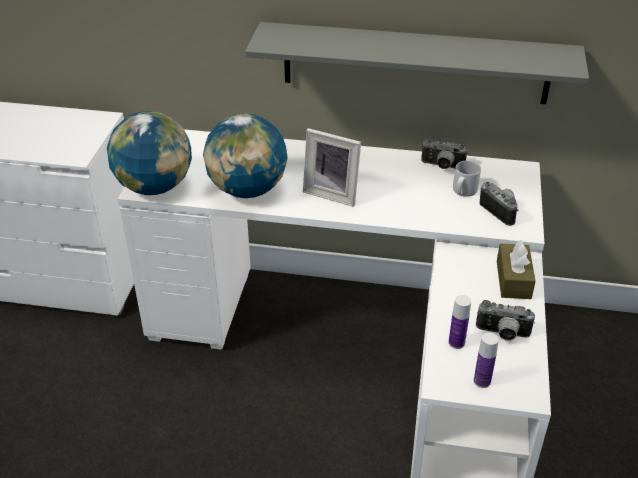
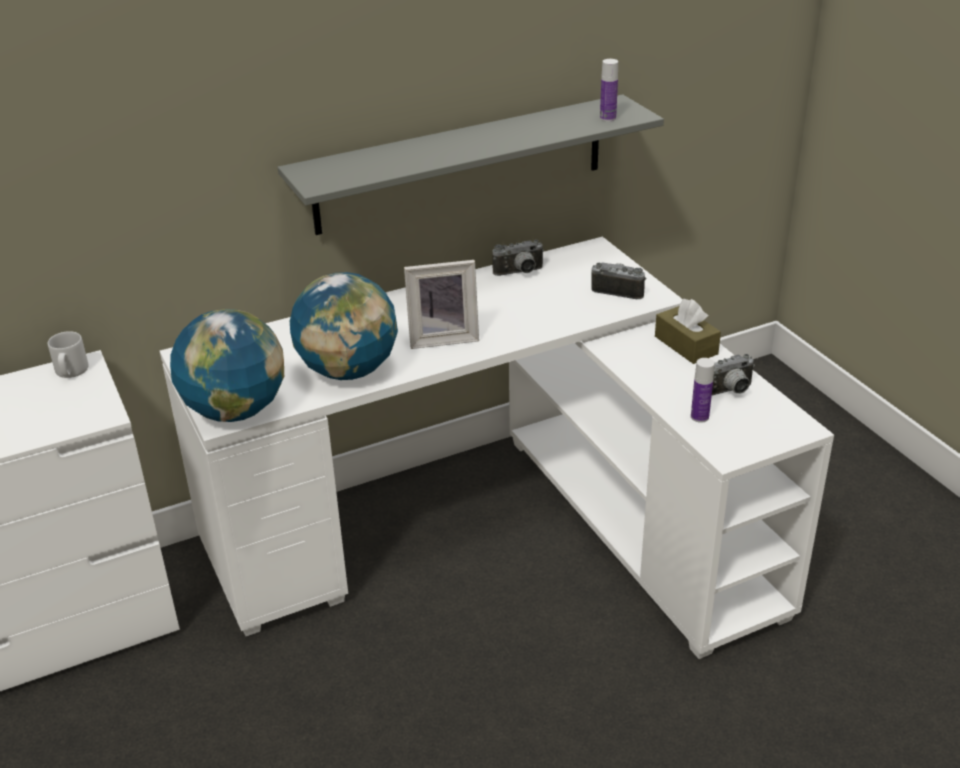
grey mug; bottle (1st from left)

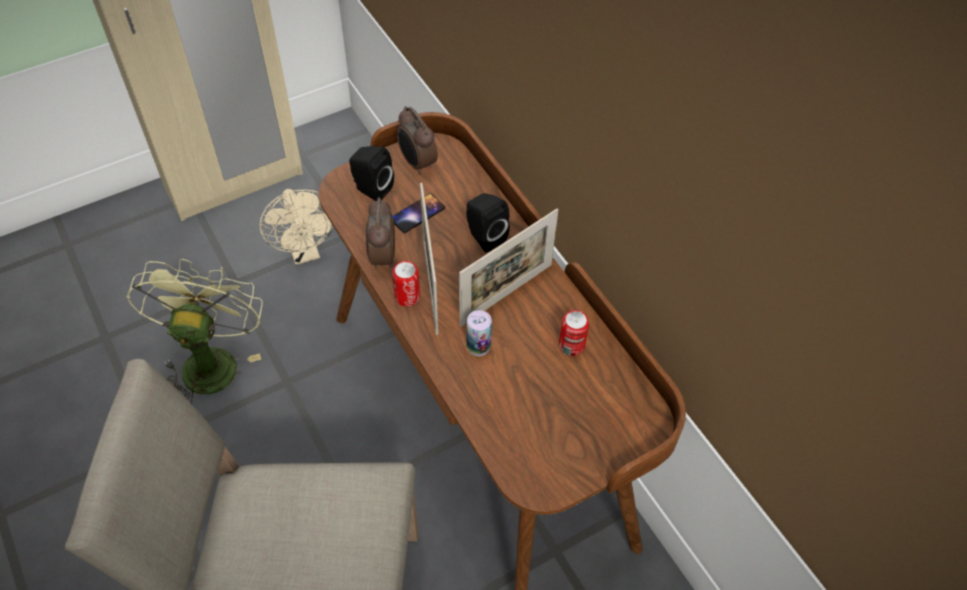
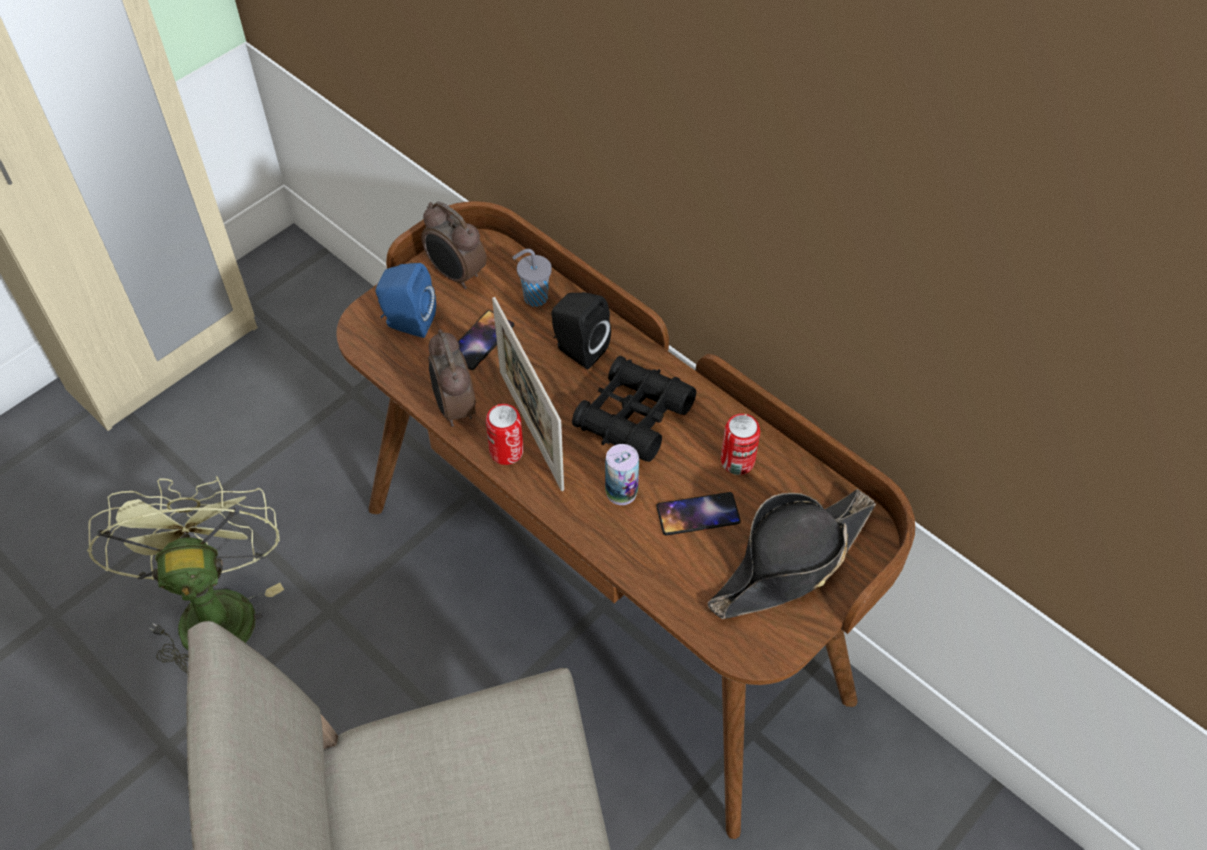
beige fan; blue speaker; black binoculars; grey cup; phone (2nd from left); black hat

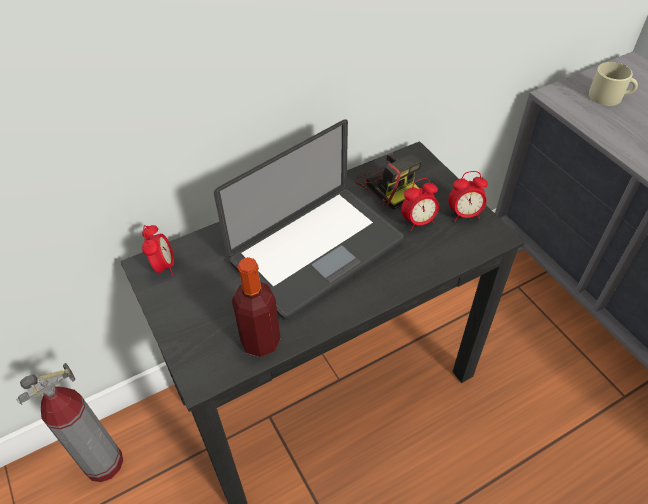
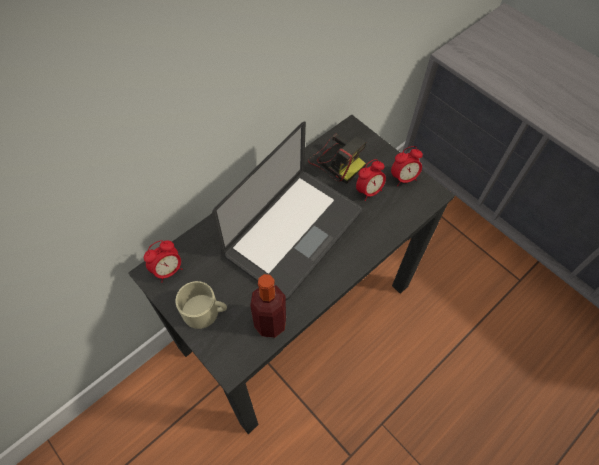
fire extinguisher; alarm clock (1st from left); beige mug

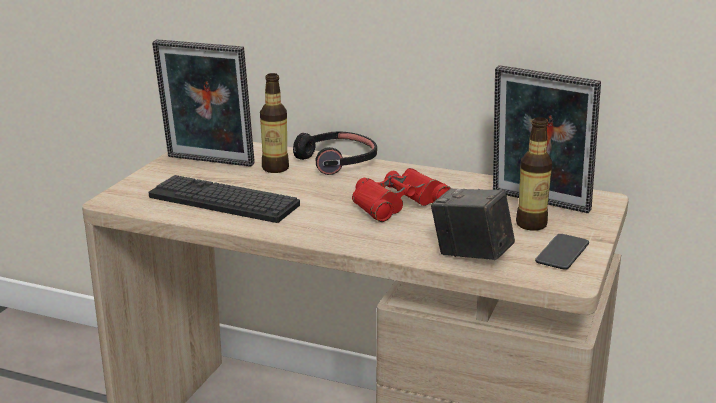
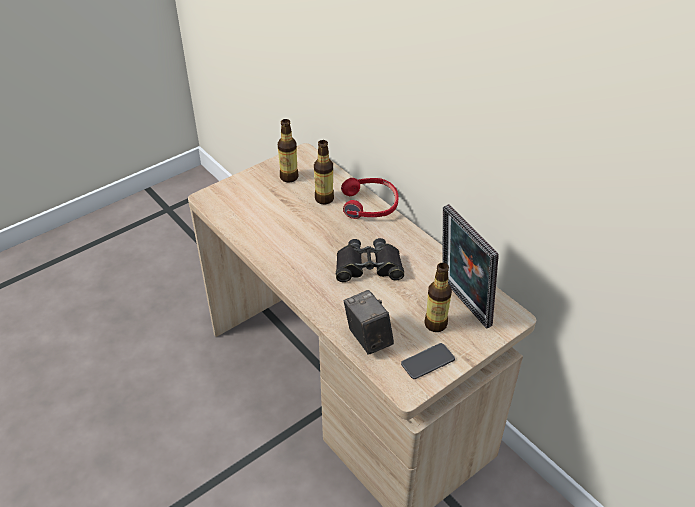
keyboard; bottle (1st from left); red headphones; black binoculars

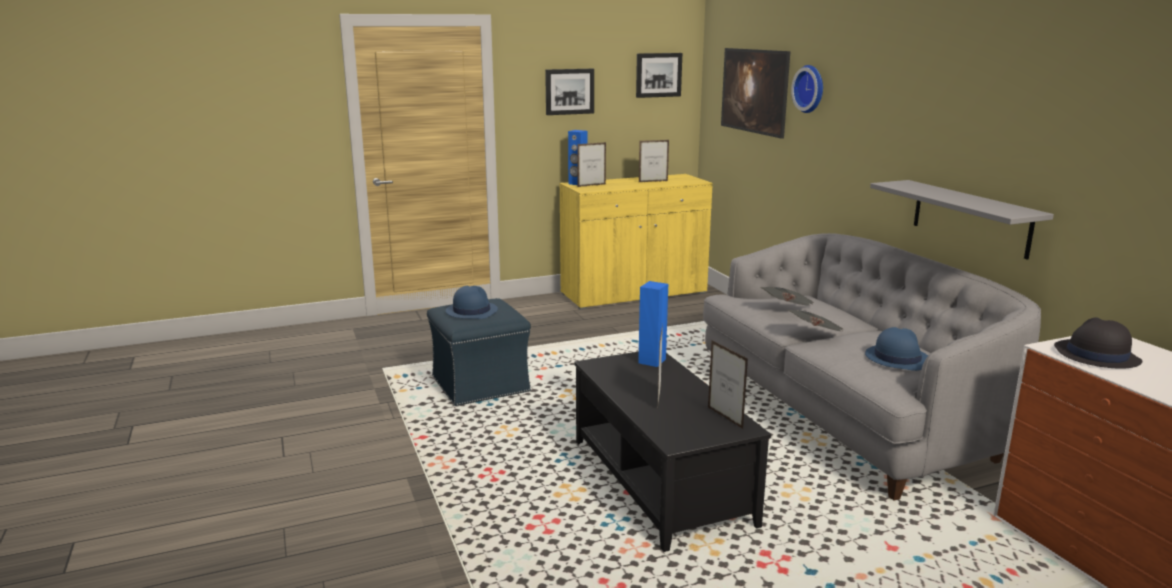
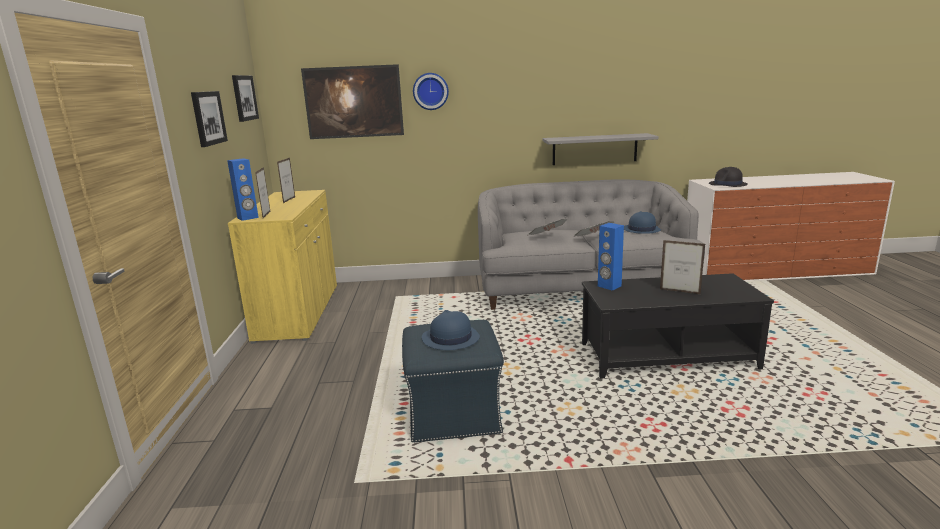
picture frame (4th from left in the first image)

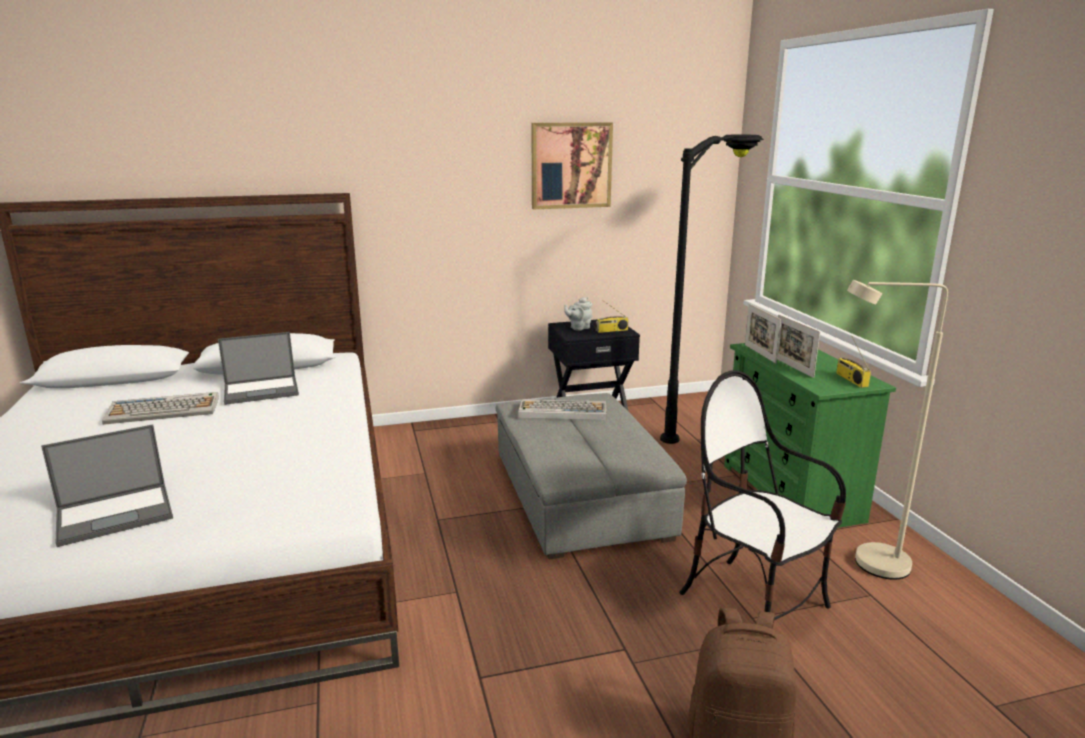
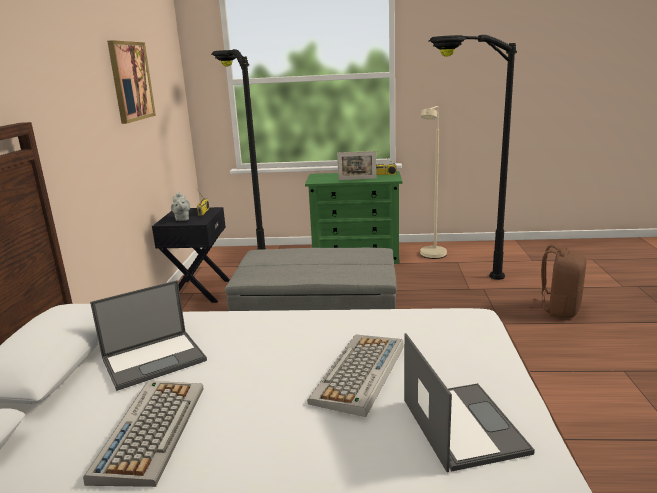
laptop (1st from left); keyboard (2nd from left); black floor lamp (2nd from left); picture frame (1st from left in the first image)

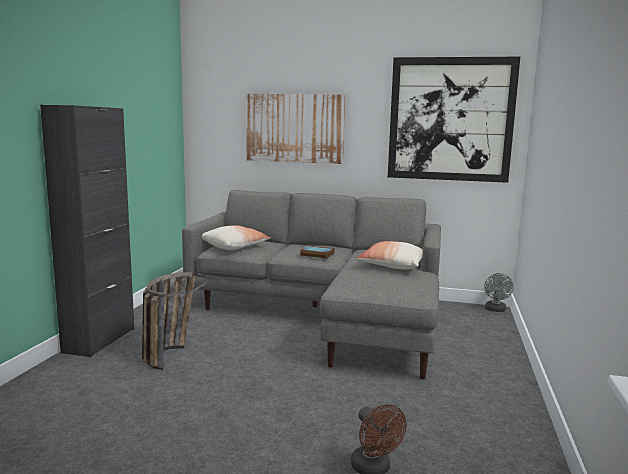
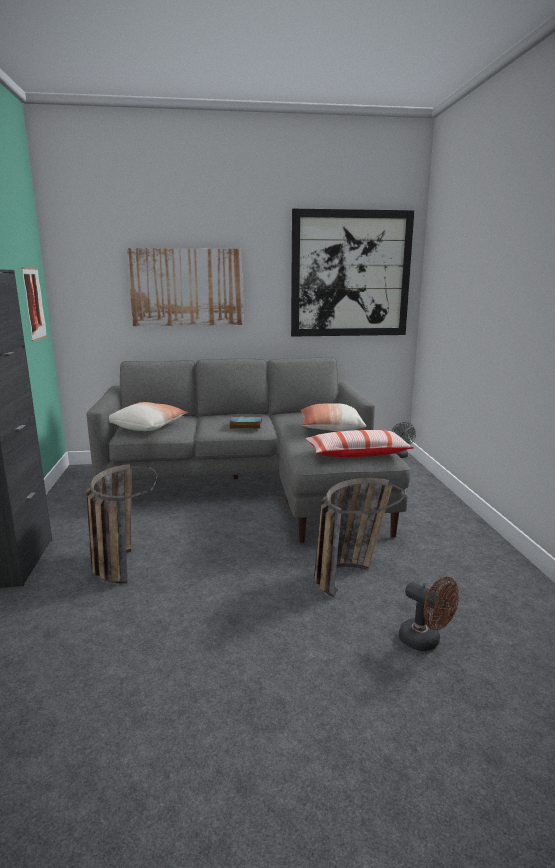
picture (1st from left); pillow (3rd from left); basket (2nd from left)

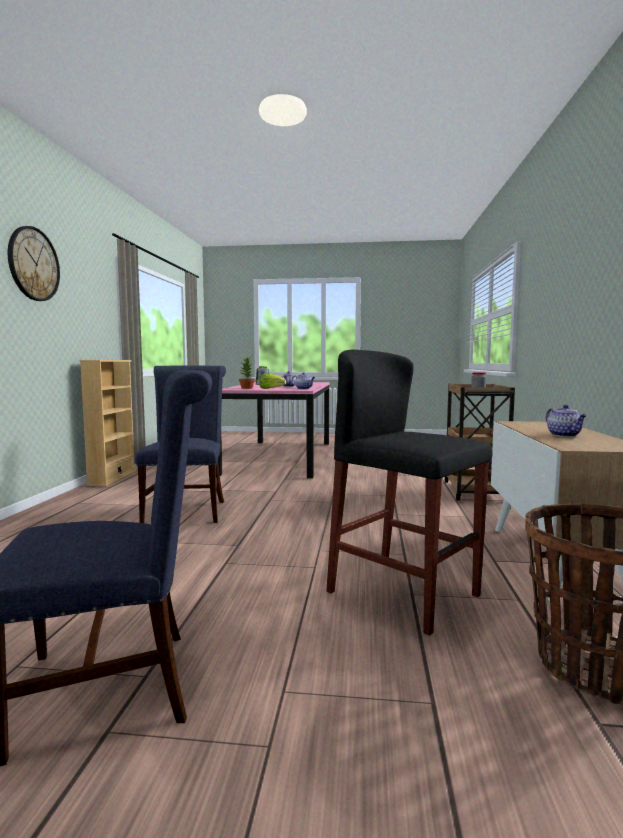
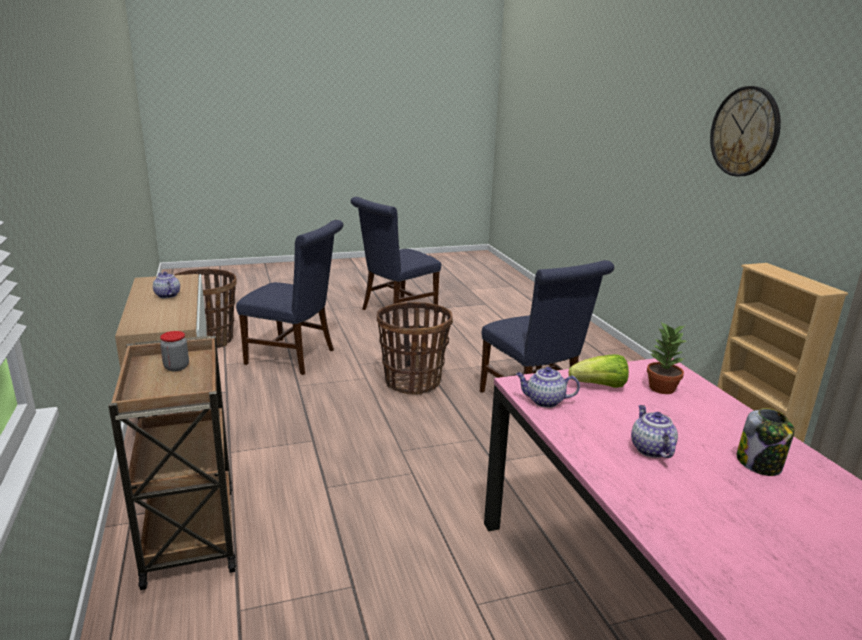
blue chair (1st from left); basket (2nd from left)

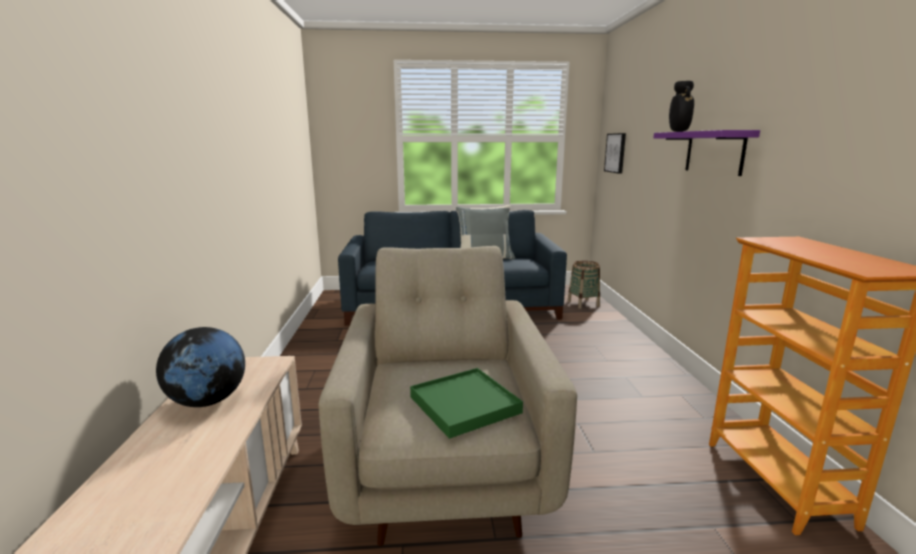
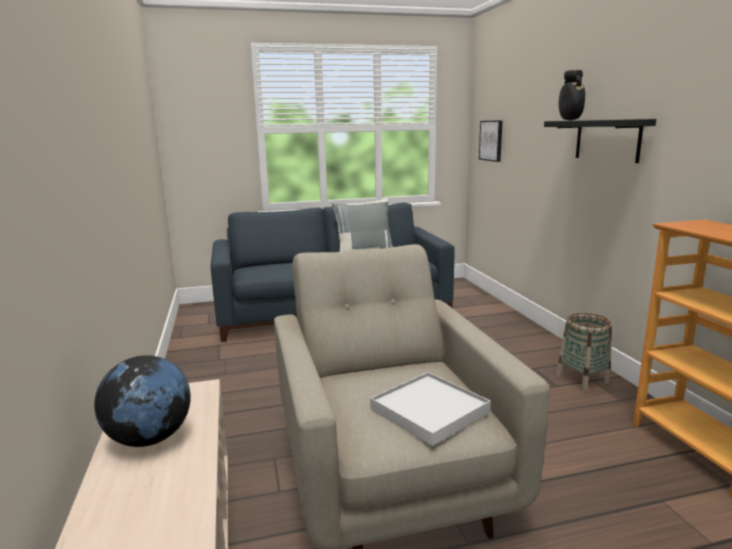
white tray; basket; black shelf

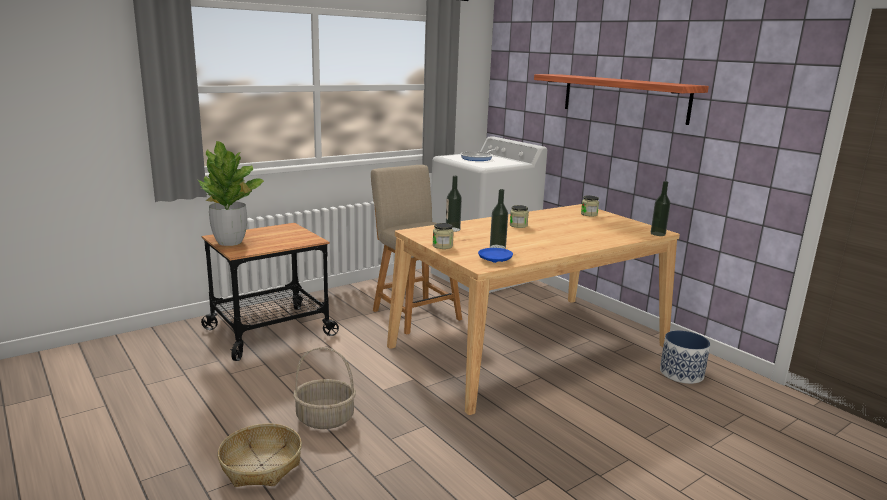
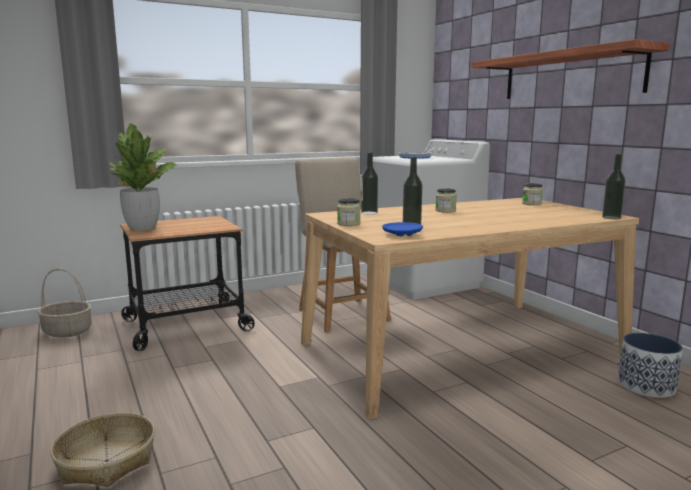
basket (1st from left)

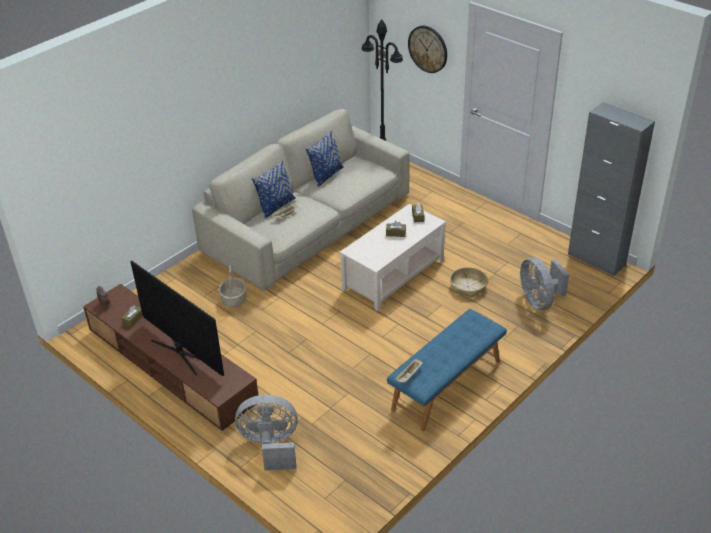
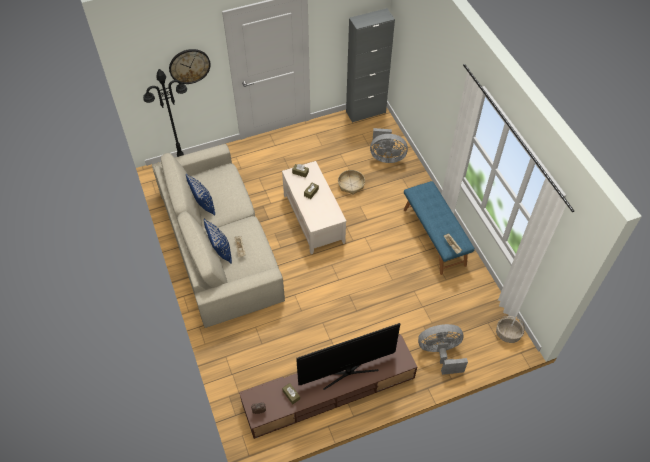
basket (2nd from left); grey fan (2nd from left)

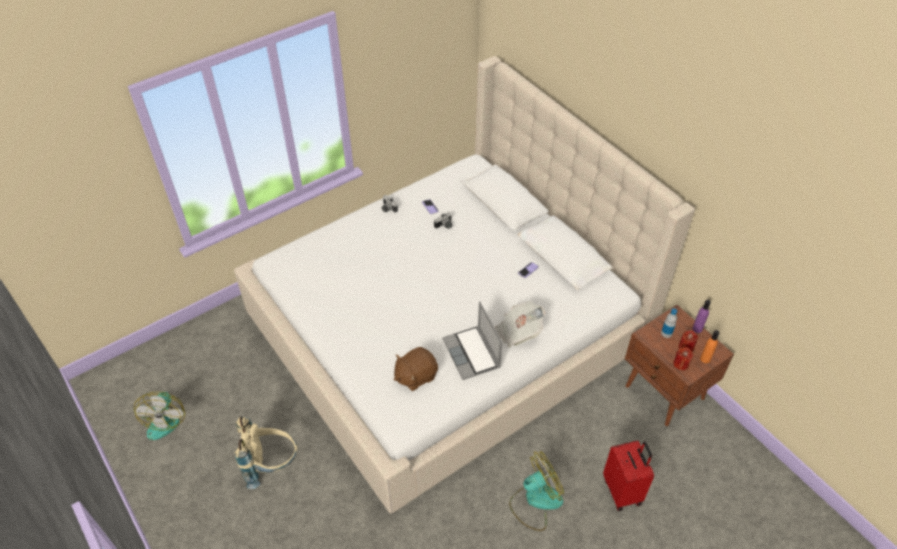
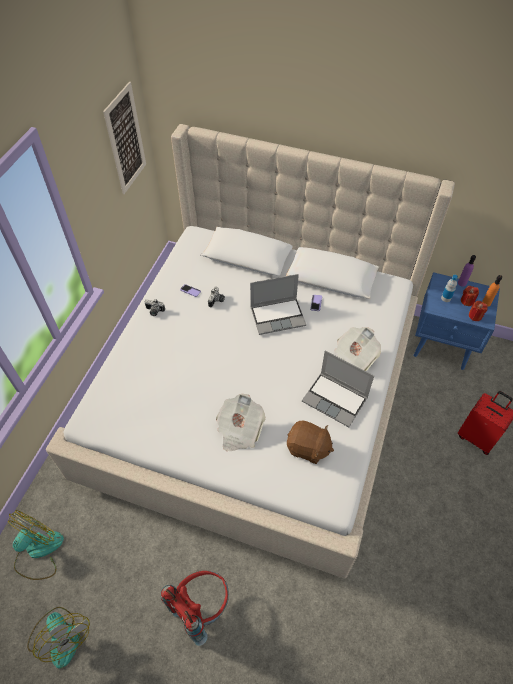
red backpack; brown plush toy; fan (1st from left); blue nightstand; picture; newspaper (1st from left); laptop (1st from left)

